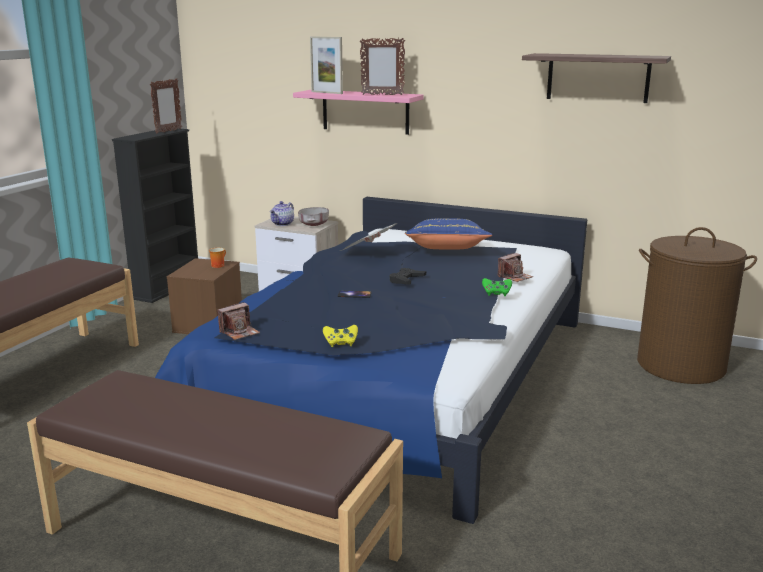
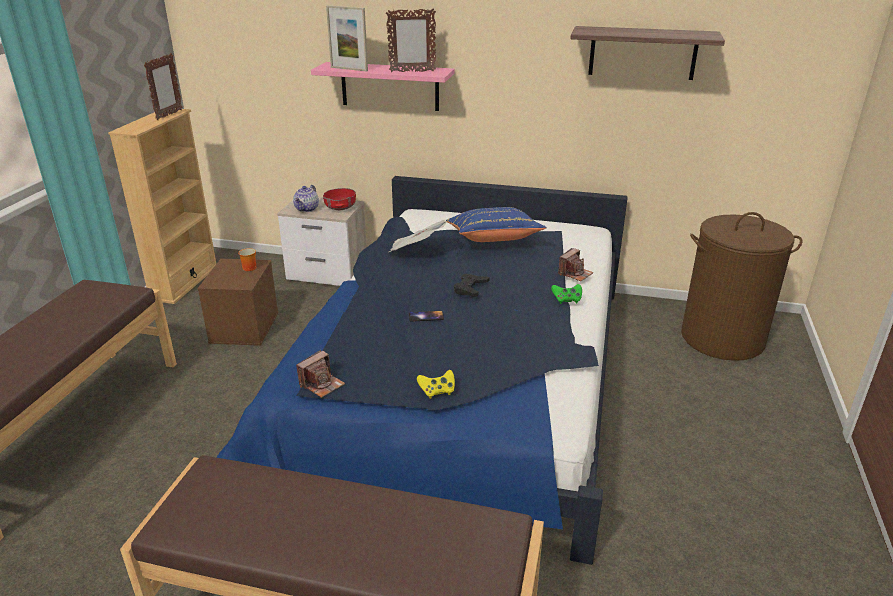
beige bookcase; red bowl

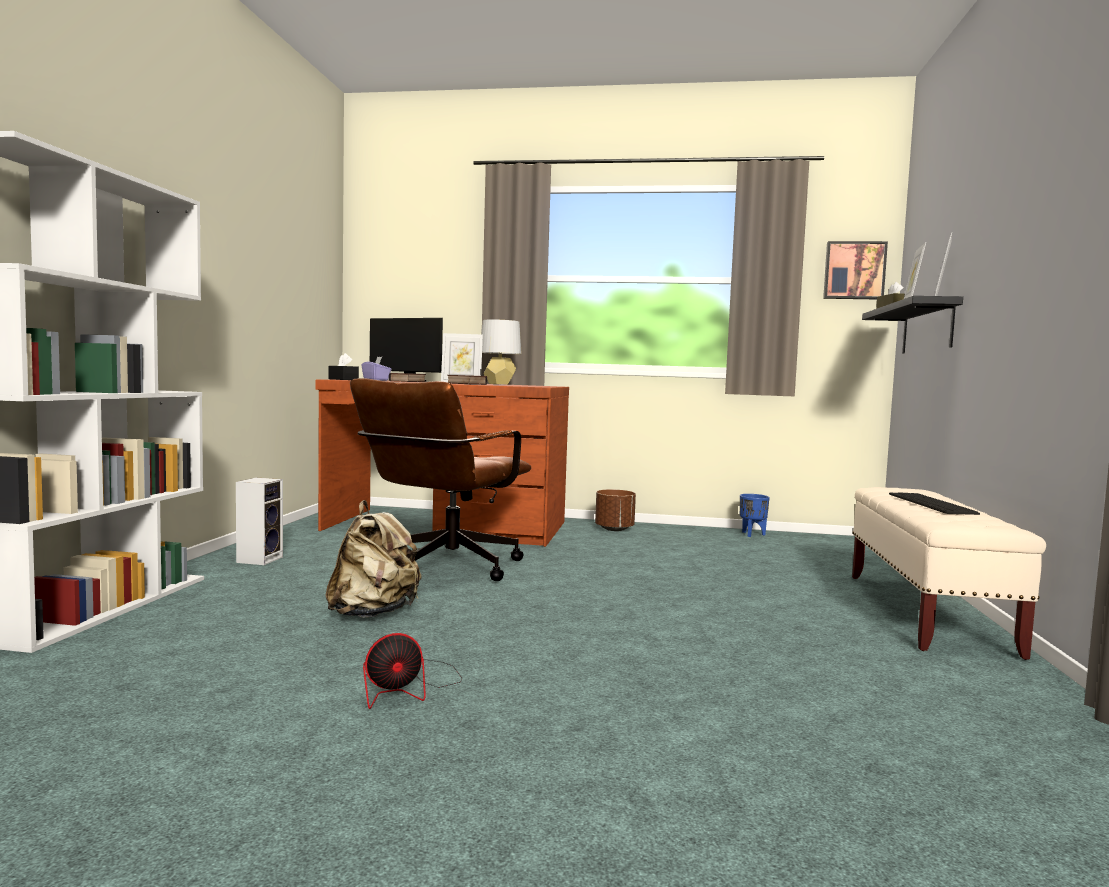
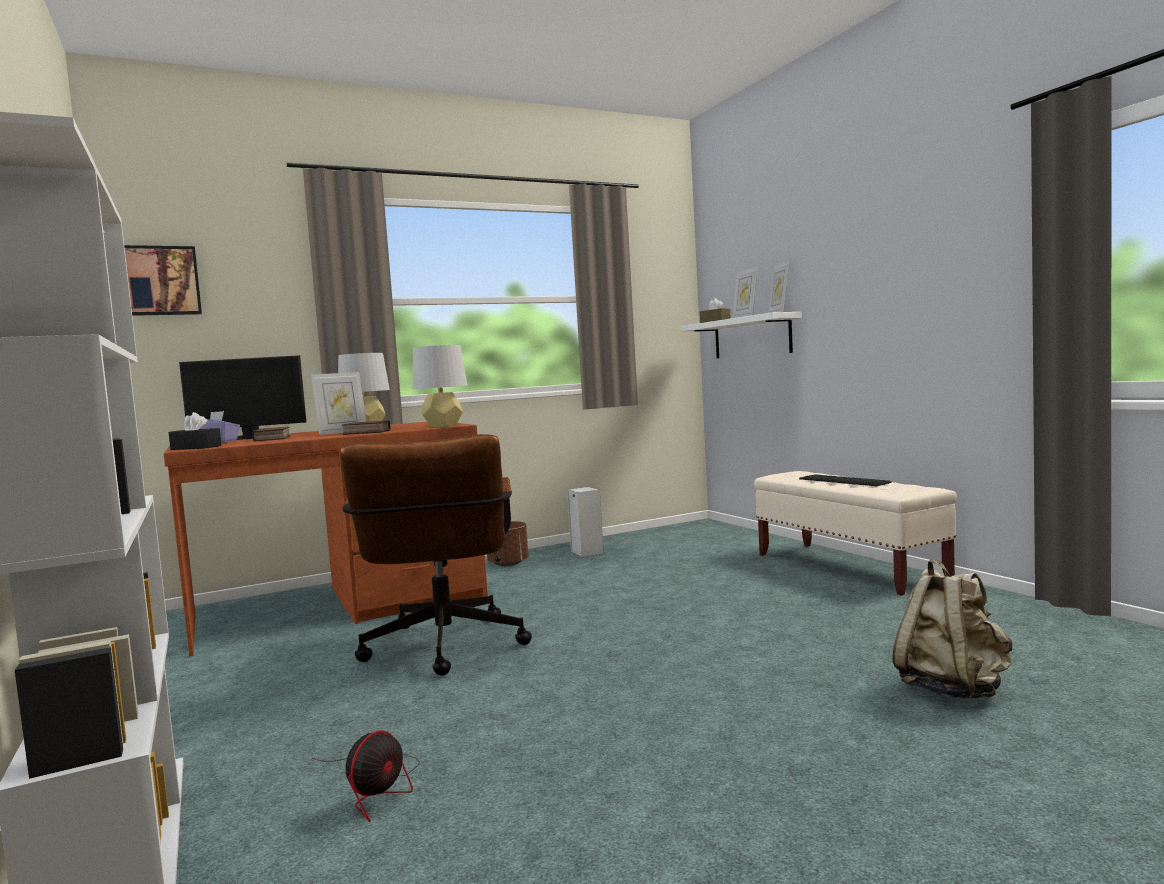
speaker; beige backpack; fan; blue planter; picture; white shelf; grey table lamp (2nd from left)

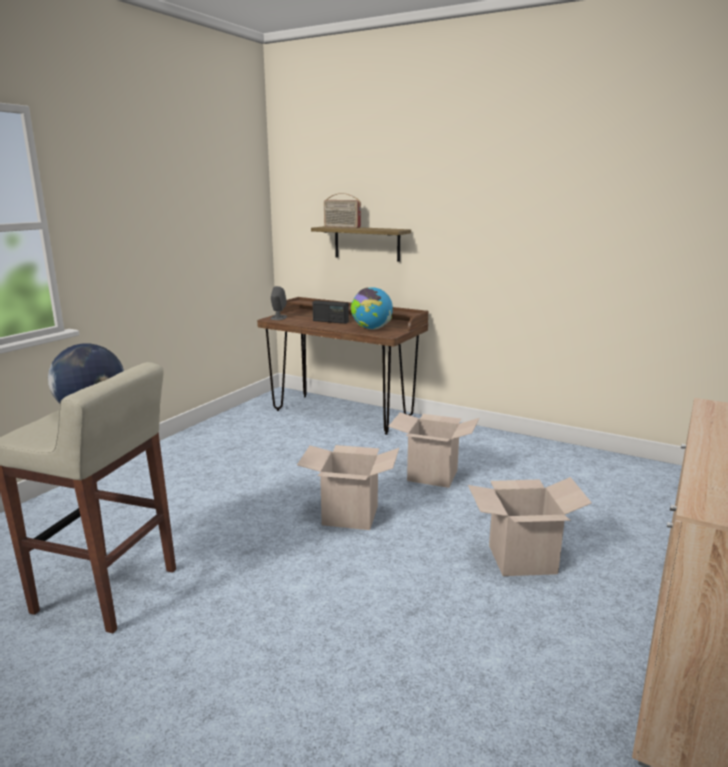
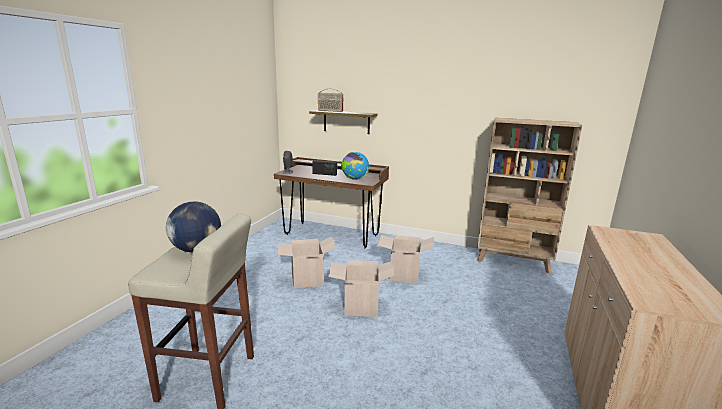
cardboard box (1st from left); beige bookcase

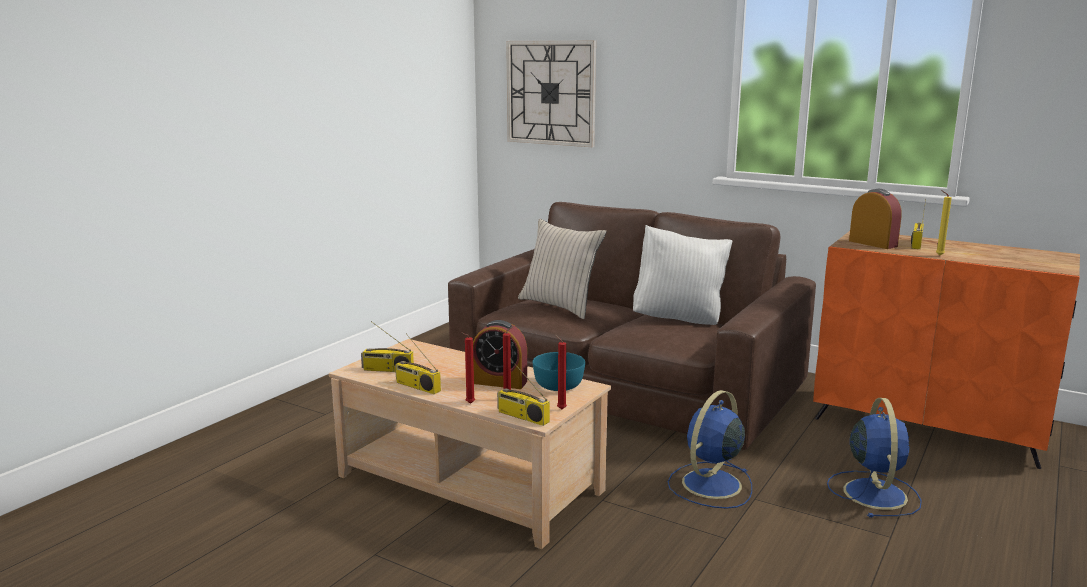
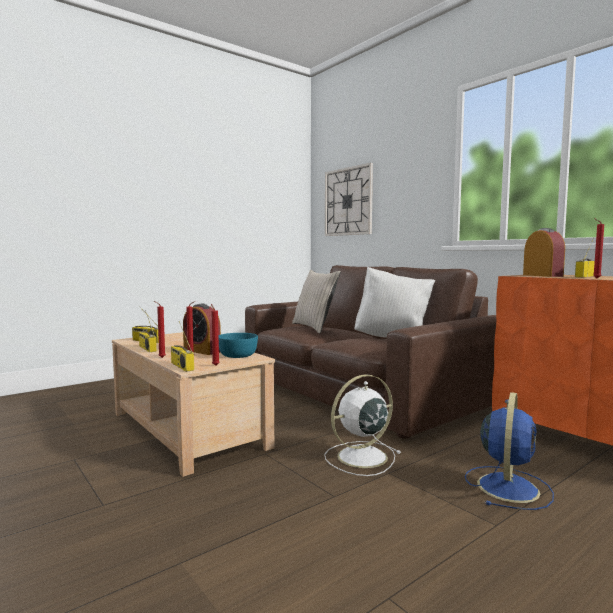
white fan; red candle (4th from left)

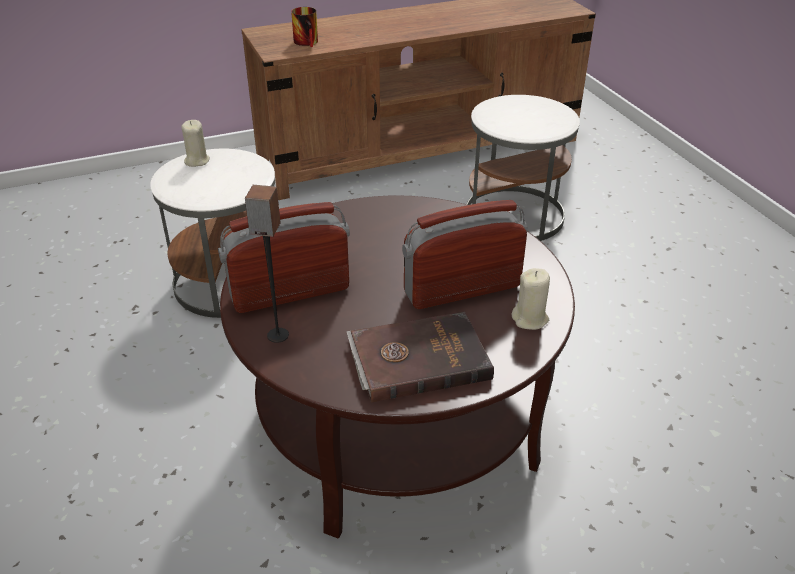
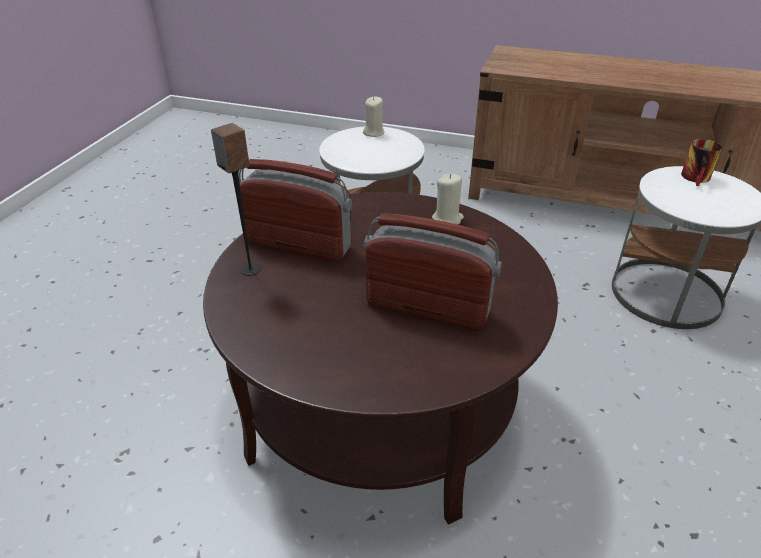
mug; brown book; beige candle (2nd from left)

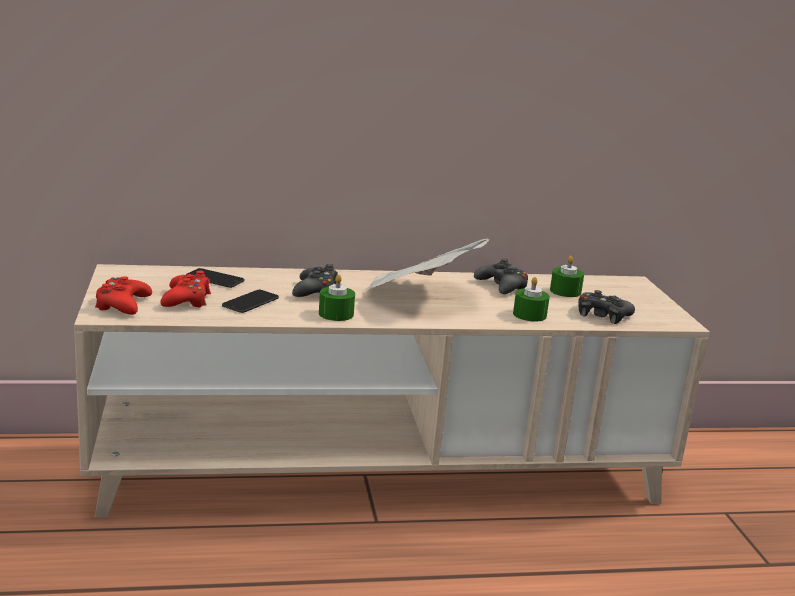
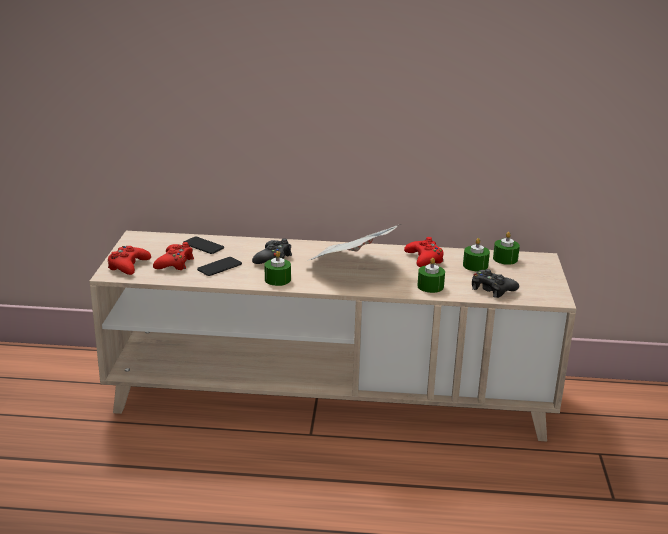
red game controller (3rd from left); green candle (4th from left)

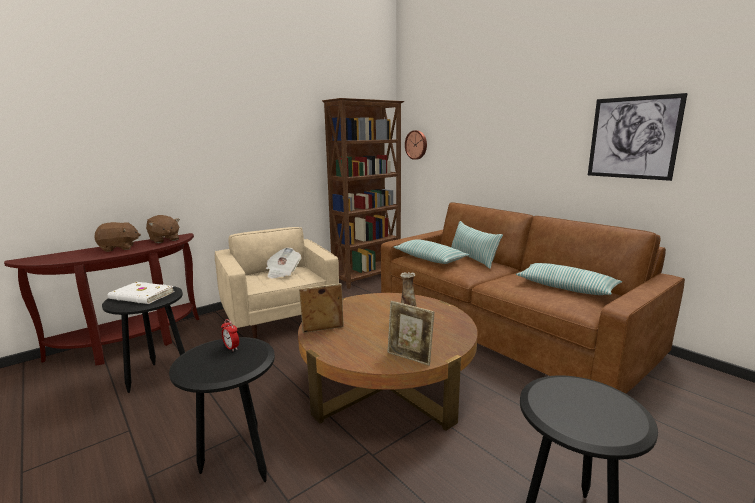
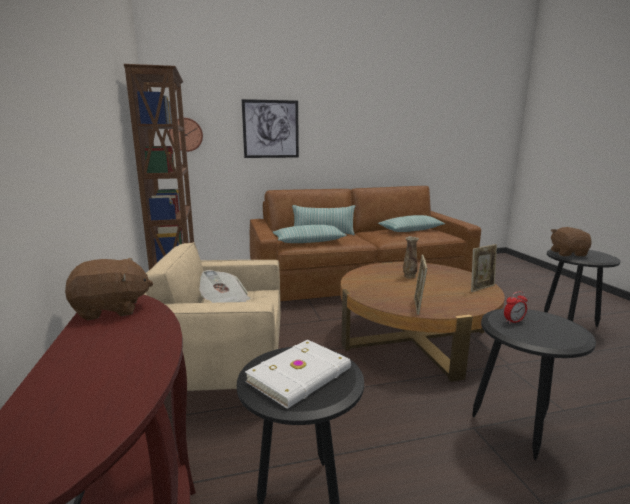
brown plush toy (2nd from left); picture

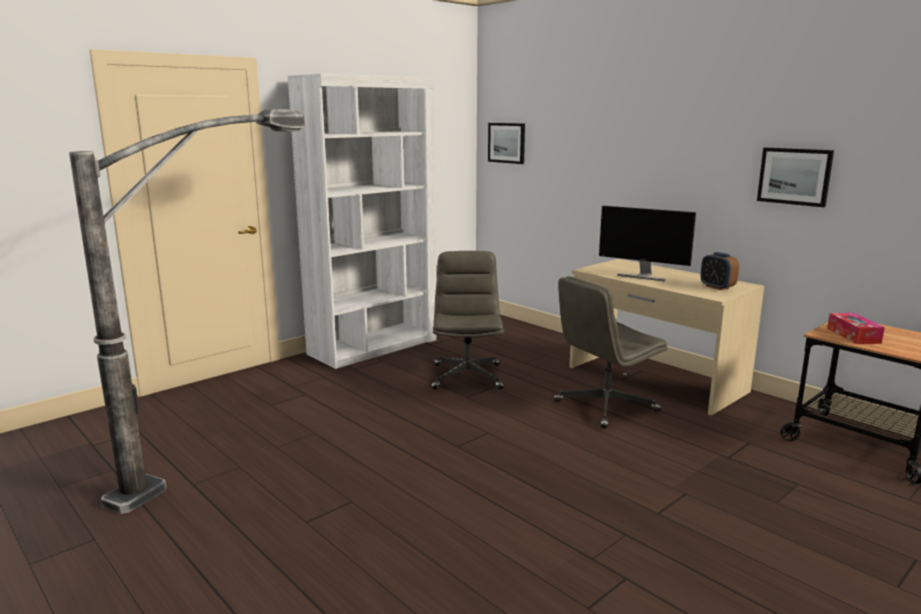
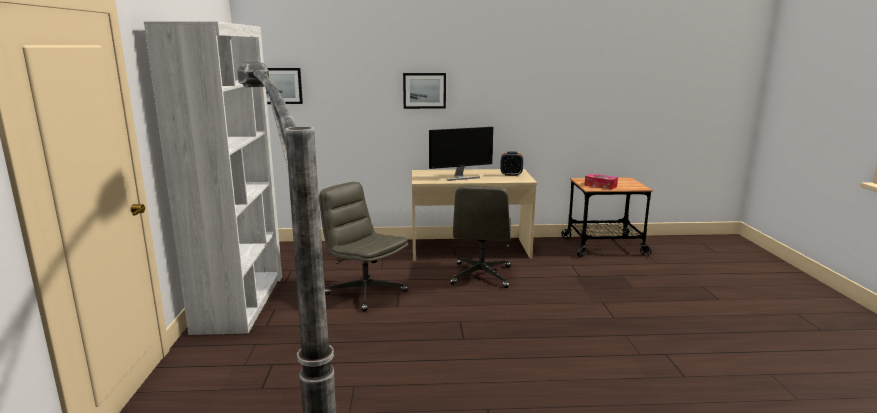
picture (2nd from left)

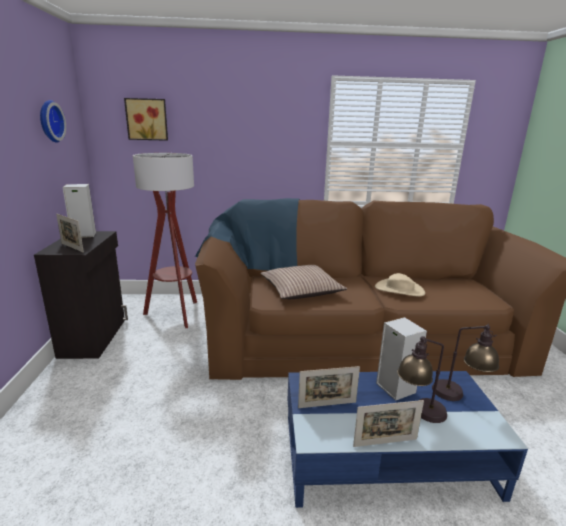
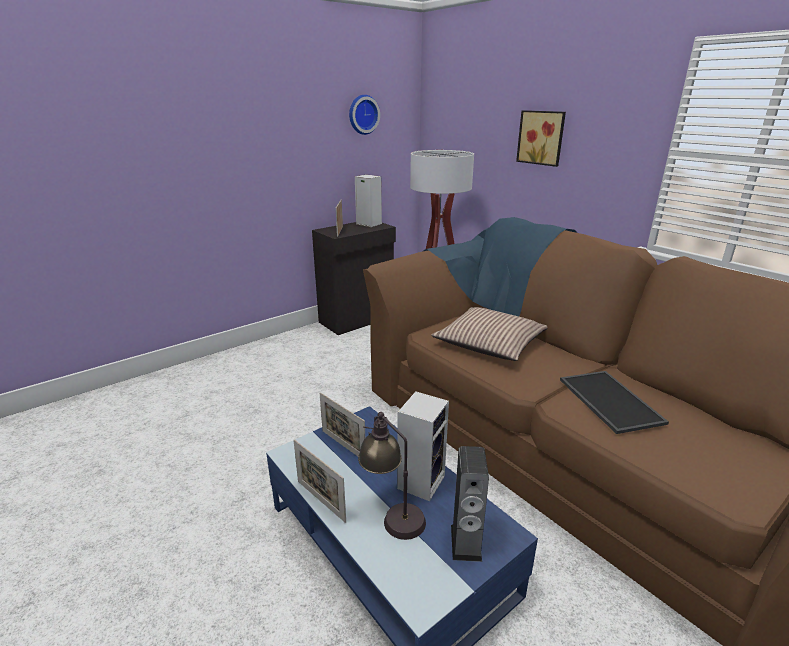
picture; tray; speaker (3rd from left)

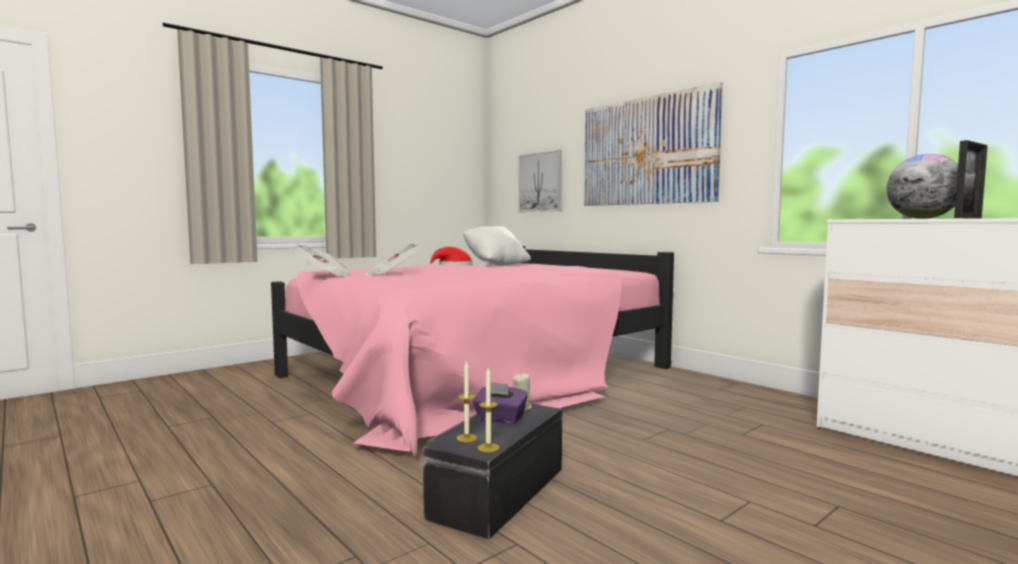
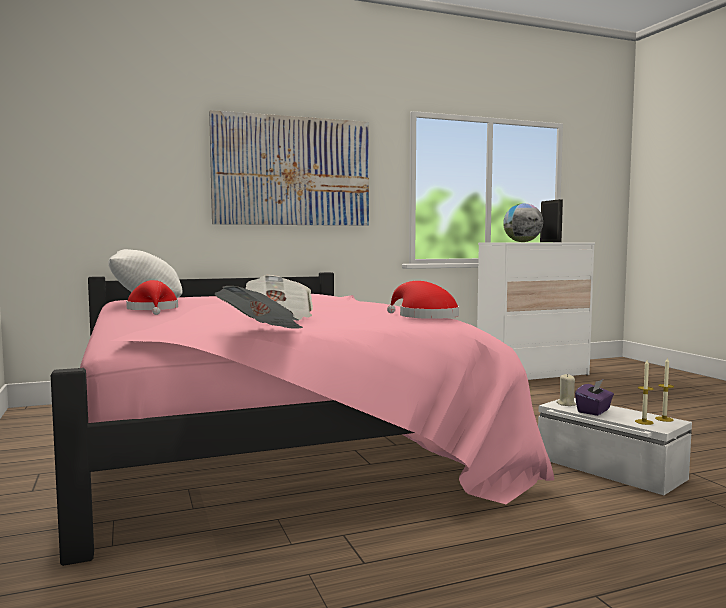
white storage box; picture (1st from left in the first image); red hat (2nd from left)

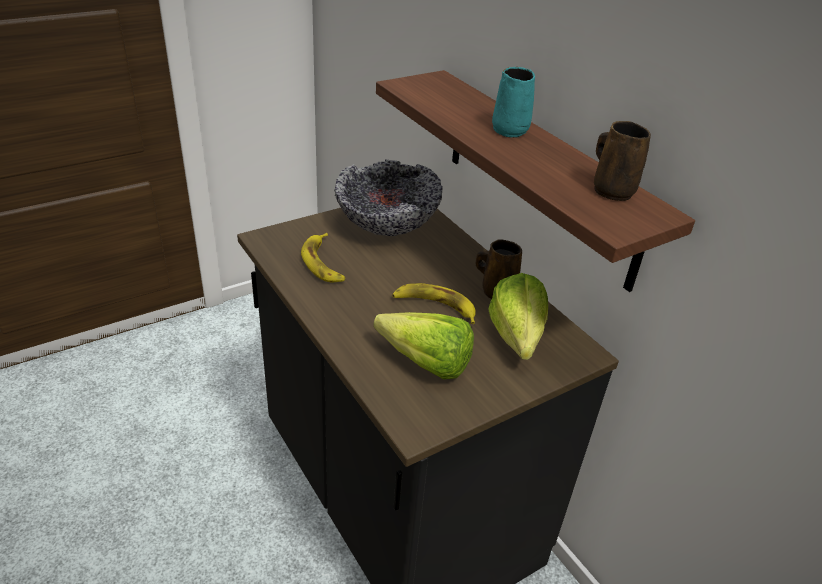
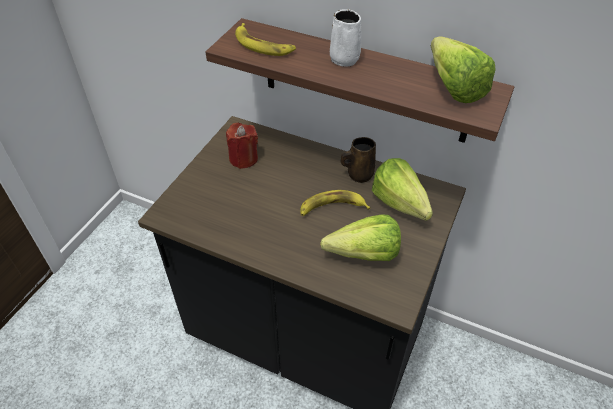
banana (1st from left); red candle; white mug; lettuce (3rd from left)

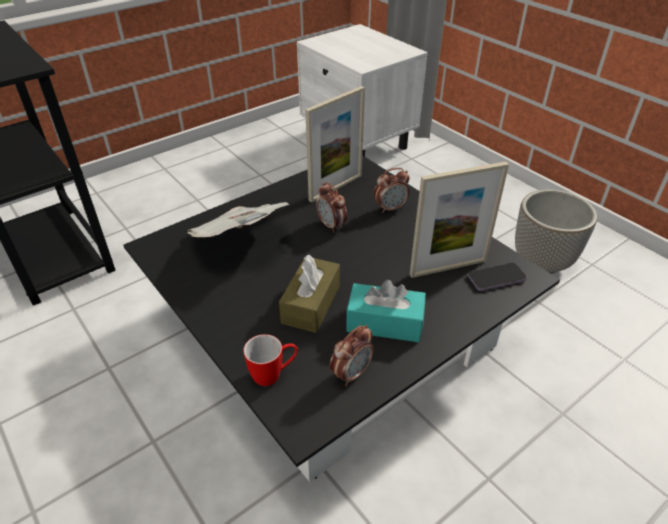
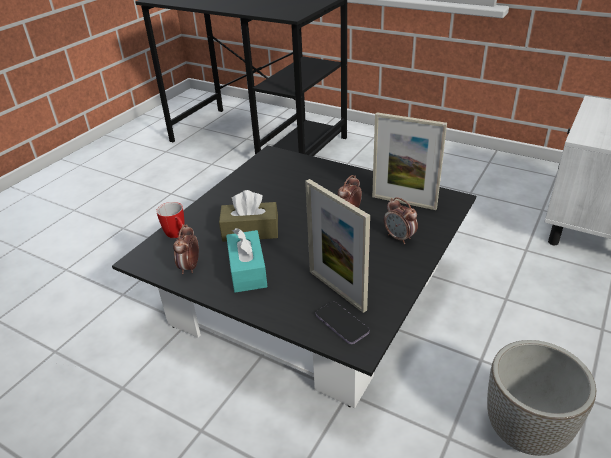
newspaper; alarm clock (1st from left)

